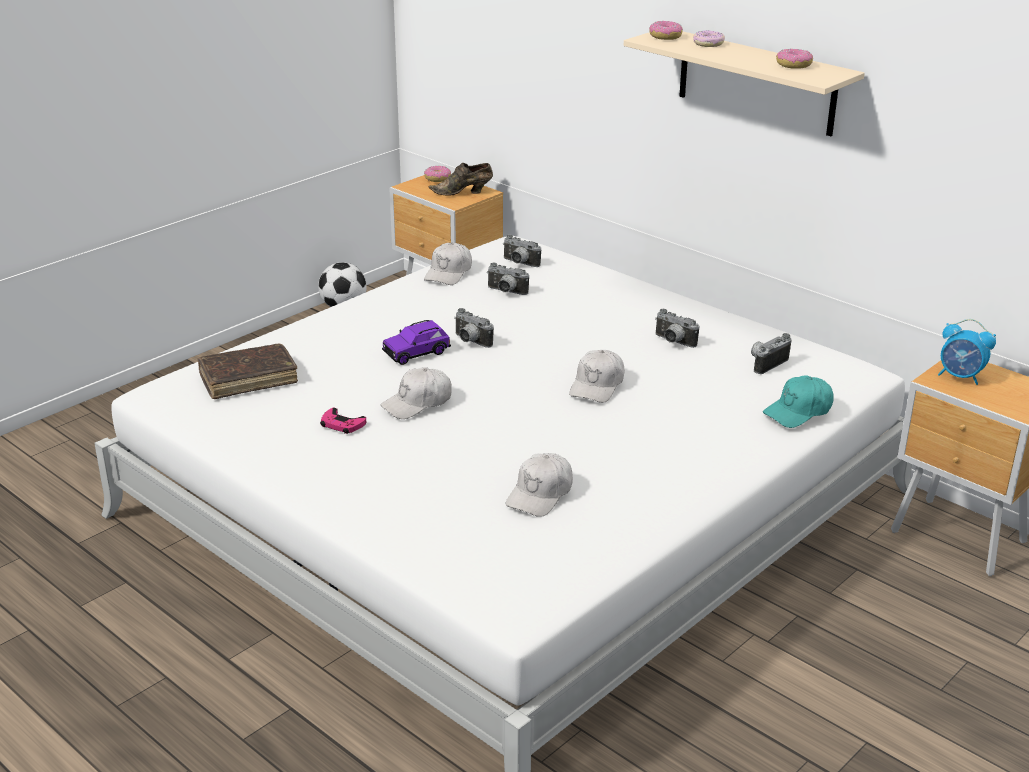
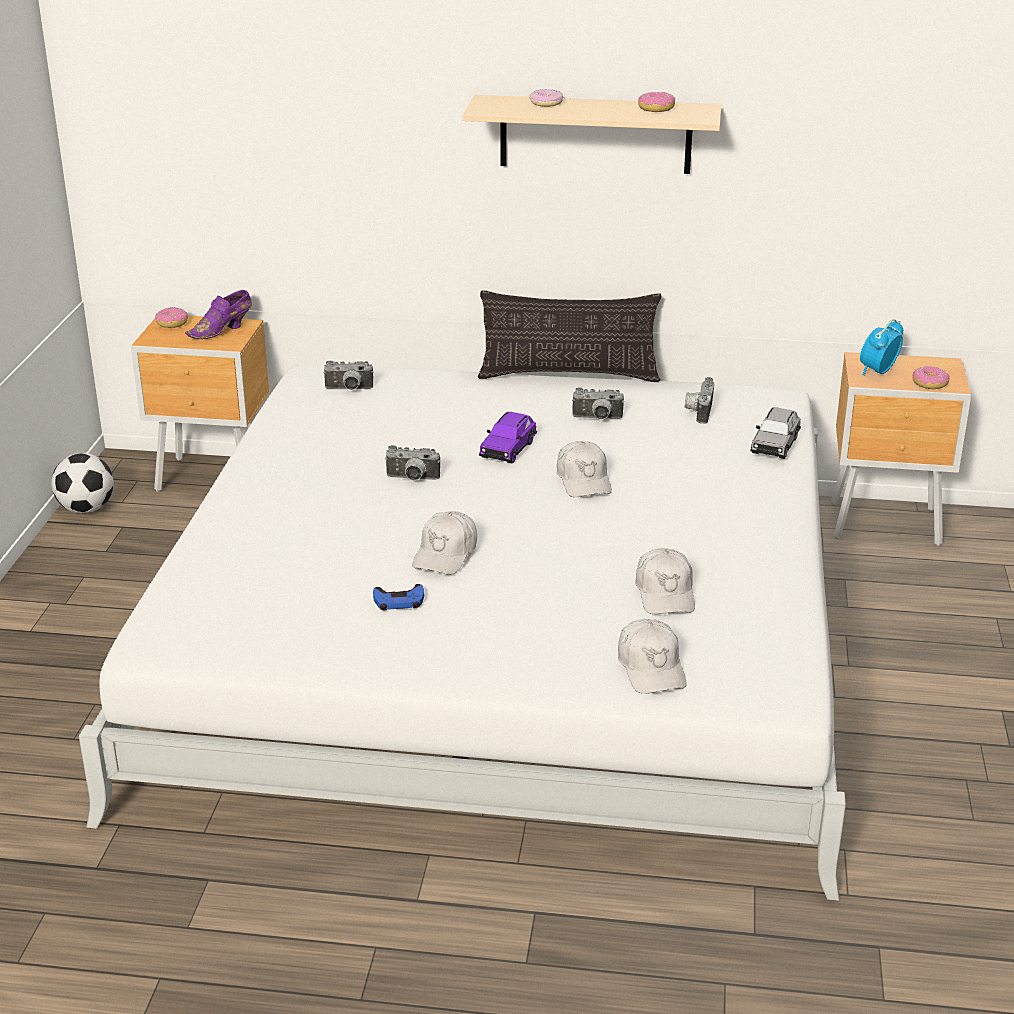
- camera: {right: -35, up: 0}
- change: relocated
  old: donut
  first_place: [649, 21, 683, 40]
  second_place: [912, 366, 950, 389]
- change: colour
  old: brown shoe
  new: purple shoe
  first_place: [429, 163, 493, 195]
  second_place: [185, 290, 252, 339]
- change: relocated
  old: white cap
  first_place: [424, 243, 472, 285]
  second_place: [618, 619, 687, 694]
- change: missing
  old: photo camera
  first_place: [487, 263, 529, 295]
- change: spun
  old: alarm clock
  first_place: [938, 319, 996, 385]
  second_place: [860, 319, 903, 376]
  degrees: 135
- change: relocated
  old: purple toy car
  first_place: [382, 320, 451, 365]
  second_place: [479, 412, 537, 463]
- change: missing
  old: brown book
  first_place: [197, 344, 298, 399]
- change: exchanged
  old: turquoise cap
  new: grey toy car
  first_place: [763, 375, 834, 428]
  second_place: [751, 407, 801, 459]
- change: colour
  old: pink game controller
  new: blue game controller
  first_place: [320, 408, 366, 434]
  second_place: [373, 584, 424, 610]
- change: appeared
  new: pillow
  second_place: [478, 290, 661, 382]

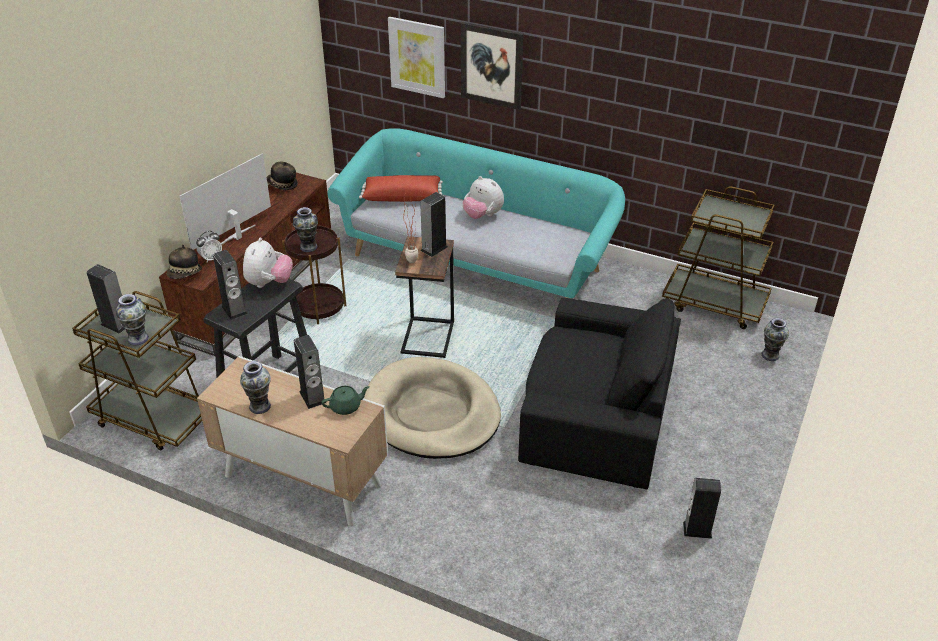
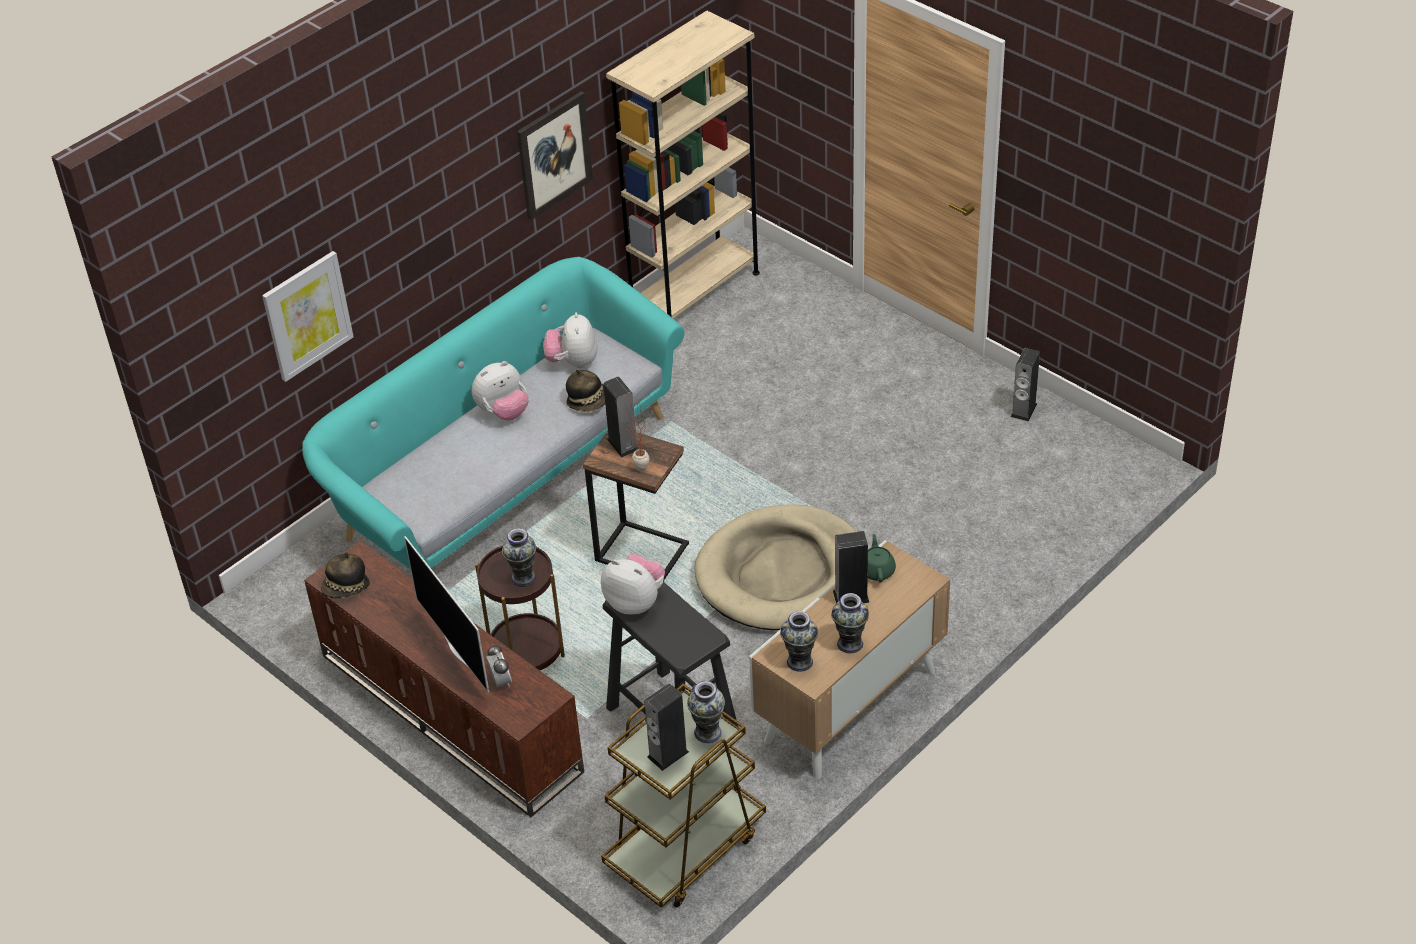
- camera: {right: -70, up: 5}
- change: relocated
  old: picture
  first_place: [461, 22, 524, 110]
  second_place: [517, 91, 593, 220]
- change: missing
  old: red pillow
  first_place: [359, 175, 443, 202]
- change: exchanged
  old: brown cart
  new: beige bookcase
  first_place: [662, 186, 775, 329]
  second_place: [606, 11, 760, 319]
- change: relocated
  old: hat
  first_place: [167, 244, 202, 279]
  second_place: [566, 369, 605, 412]
- change: missing
  old: speaker
  first_place: [213, 250, 247, 320]
- change: missing
  old: black armchair
  first_place: [518, 297, 681, 489]
- change: relocated
  old: vase
  first_place: [762, 318, 789, 361]
  second_place: [780, 611, 818, 672]
- change: appeared
  new: plush toy
  second_place: [544, 312, 598, 368]

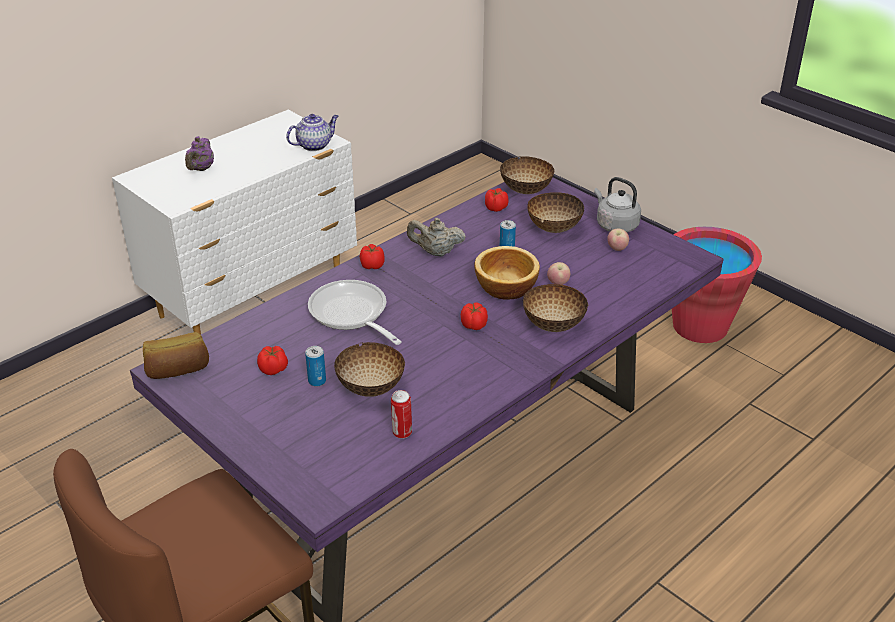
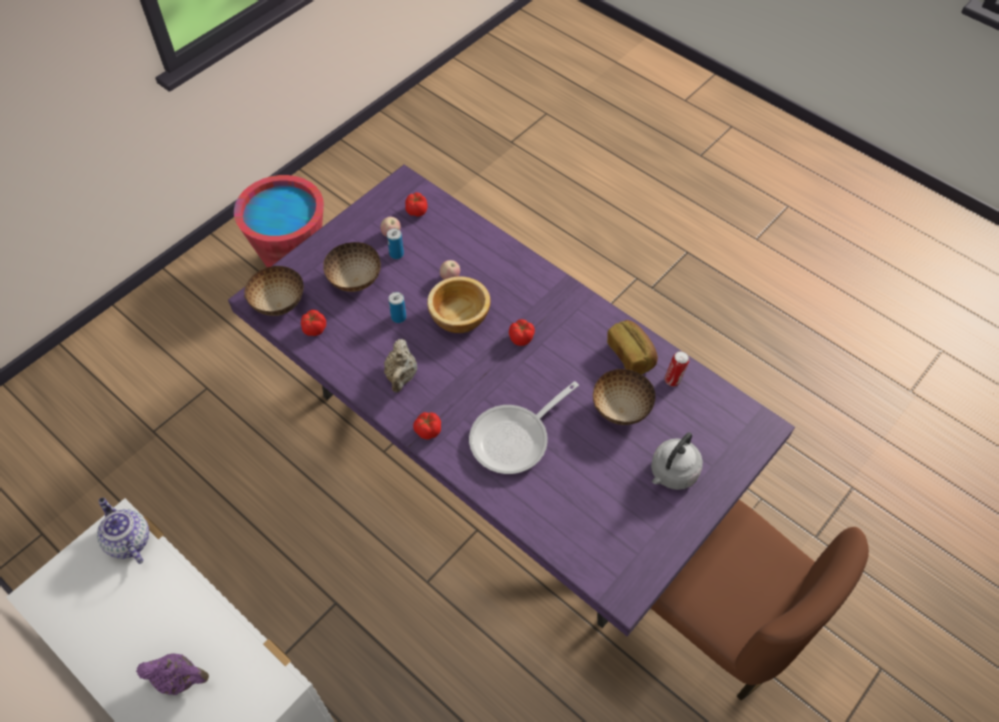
- camera: {right: -95, up: 20}
- change: relocated
  old: grey kettle
  first_place: [594, 177, 641, 233]
  second_place: [651, 432, 703, 490]
- change: missing
  old: bowl
  first_place: [523, 284, 588, 332]
- change: relocated
  old: bread
  first_place: [143, 332, 209, 379]
  second_place: [607, 320, 658, 375]
- change: relocated
  old: tomato
  first_place: [257, 346, 288, 375]
  second_place: [405, 192, 427, 216]
- change: relocated
  old: can
  first_place: [305, 346, 326, 387]
  second_place: [387, 228, 404, 259]

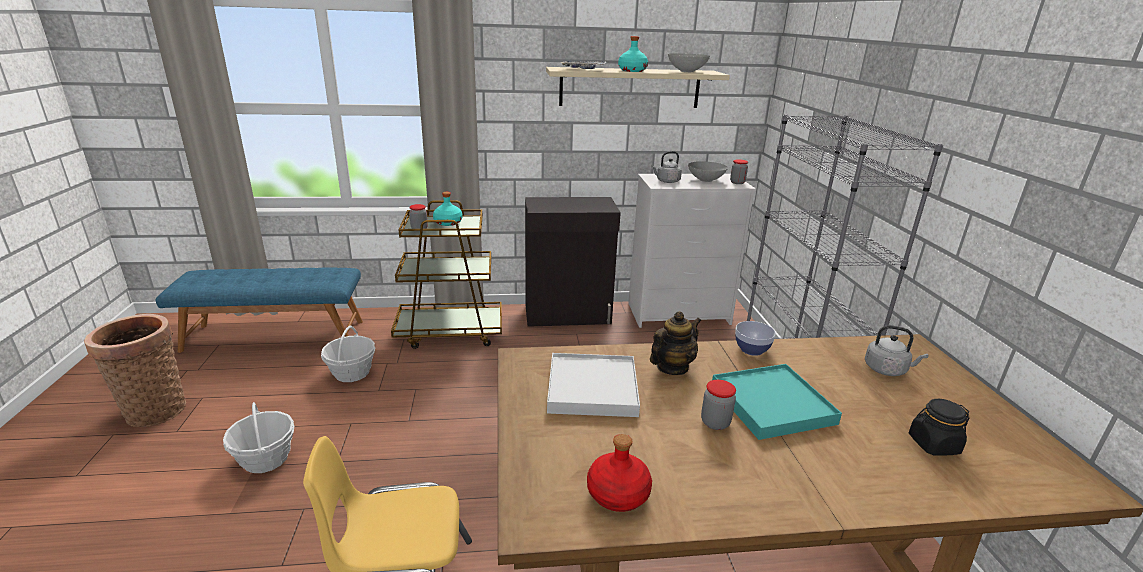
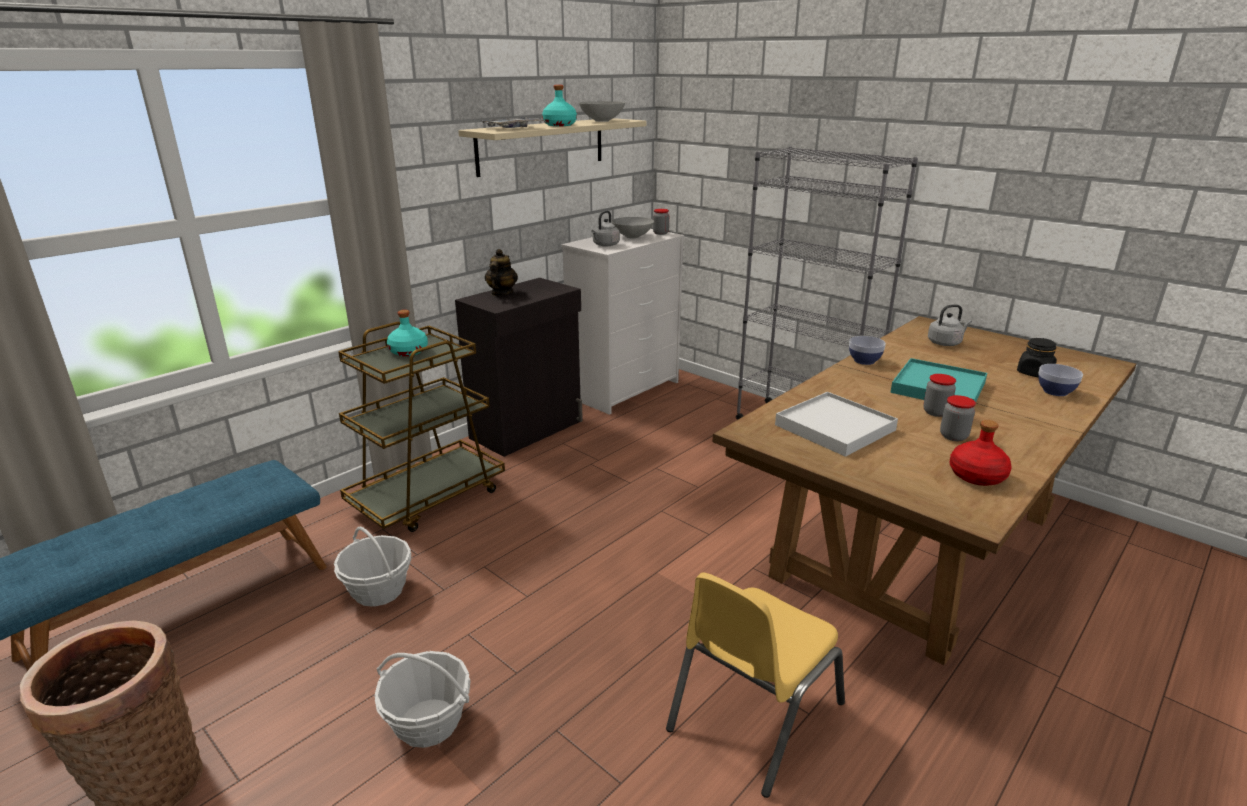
- camera: {right: -40, up: 0}
- change: relocated
  old: jar
  first_place: [409, 204, 428, 229]
  second_place: [940, 395, 976, 441]
- change: relocated
  old: teapot
  first_place: [650, 311, 701, 375]
  second_place: [485, 249, 518, 296]
- change: appeared
  new: bowl
  second_place: [1038, 364, 1083, 396]

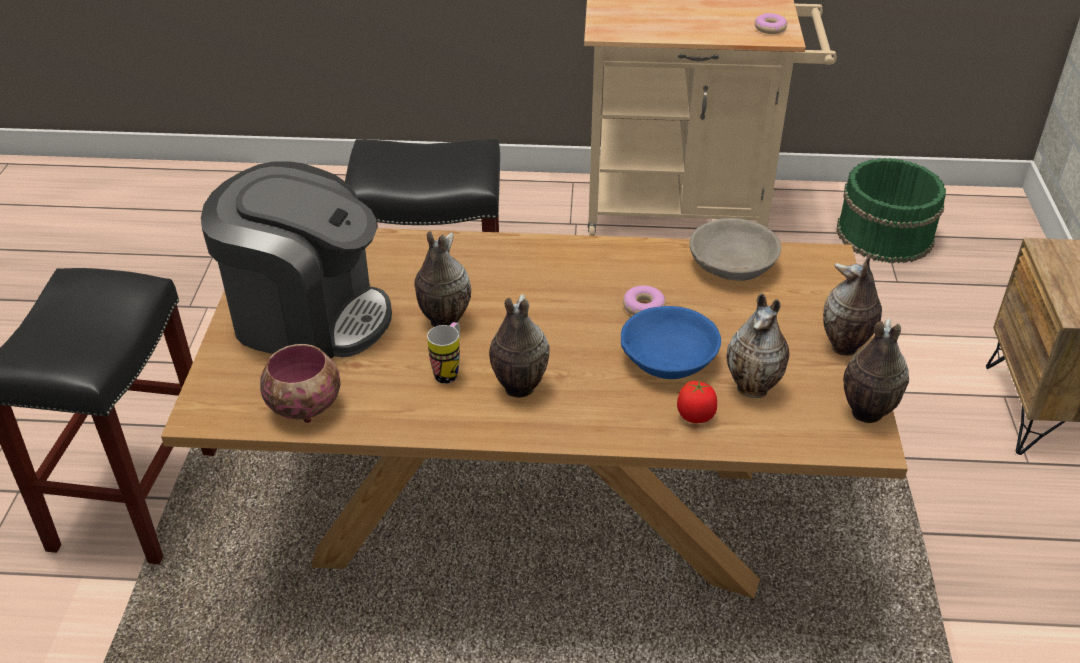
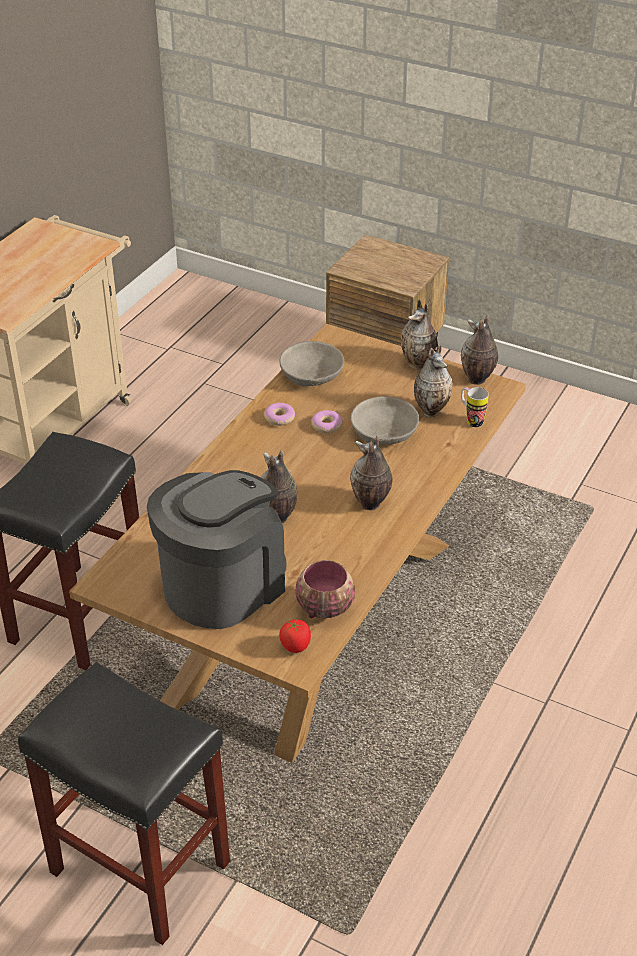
- camera: {right: -65, up: 0}
- change: relocated
  old: donut
  first_place: [755, 13, 787, 34]
  second_place: [264, 403, 295, 426]
- change: missing
  old: green bucket
  first_place: [836, 158, 946, 263]
- change: colour
  old: blue bowl
  new: grey bowl
  first_place: [621, 306, 721, 379]
  second_place: [350, 396, 419, 445]
- change: relocated
  old: mug
  first_place: [427, 322, 460, 384]
  second_place: [461, 387, 489, 427]
- change: relocated
  old: tomato
  first_place: [677, 379, 717, 423]
  second_place: [279, 619, 311, 653]

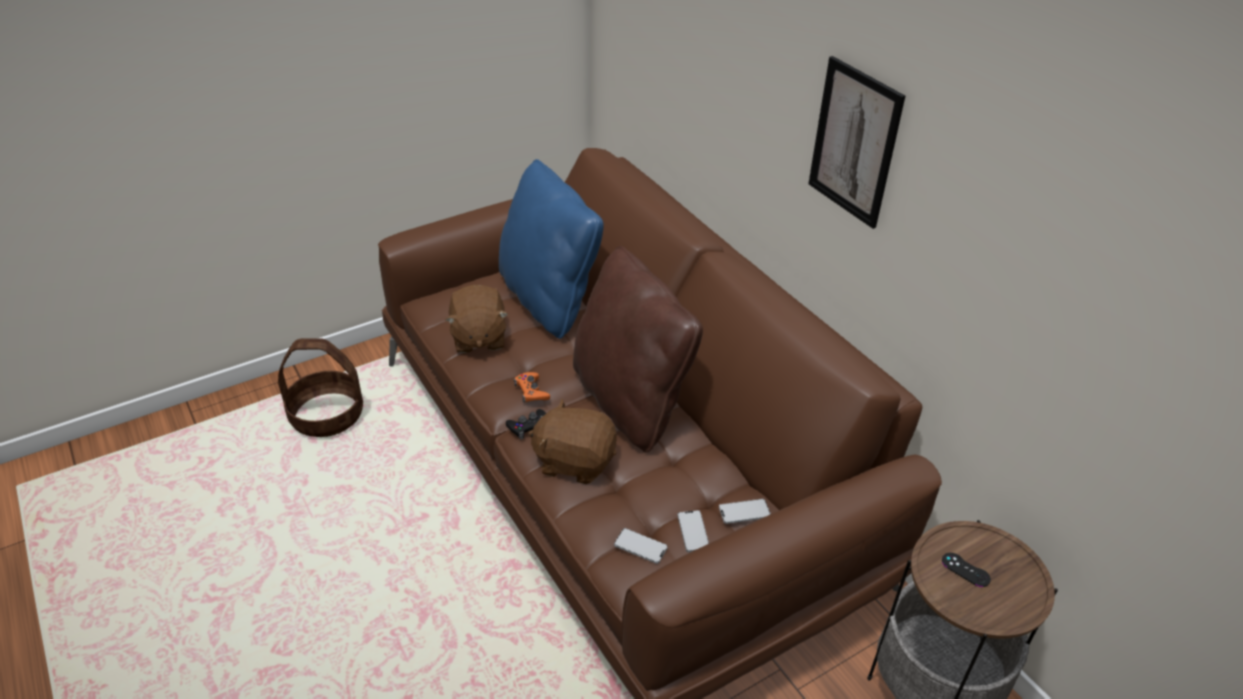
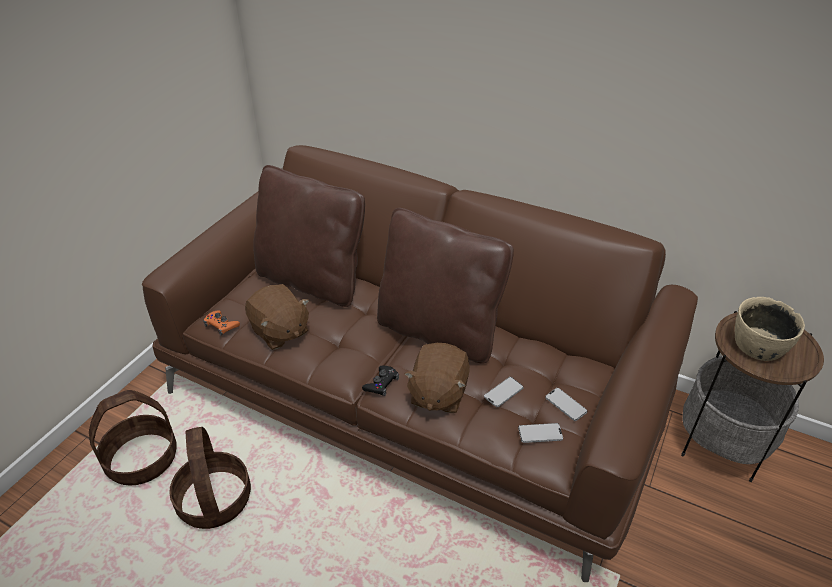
- camera: {right: -30, up: 0}
- change: missing
  old: picture
  first_place: [809, 56, 905, 229]
- change: colour
  old: blue pillow
  new: brown pillow
  first_place: [499, 159, 604, 339]
  second_place: [253, 165, 365, 307]
- change: relocated
  old: orange game controller
  first_place: [514, 372, 550, 403]
  second_place: [203, 310, 240, 335]
- change: spun
  old: brown plush toy
  first_place: [528, 399, 617, 484]
  second_place: [404, 343, 470, 413]
  degrees: -60
- change: relocated
  old: phone
  first_place: [719, 499, 771, 524]
  second_place: [484, 377, 524, 407]
- change: exchanged
  old: black game controller
  new: beige bowl
  first_place: [942, 553, 991, 587]
  second_place: [735, 297, 805, 361]
- change: appeared
  new: basket
  second_place: [169, 427, 251, 529]

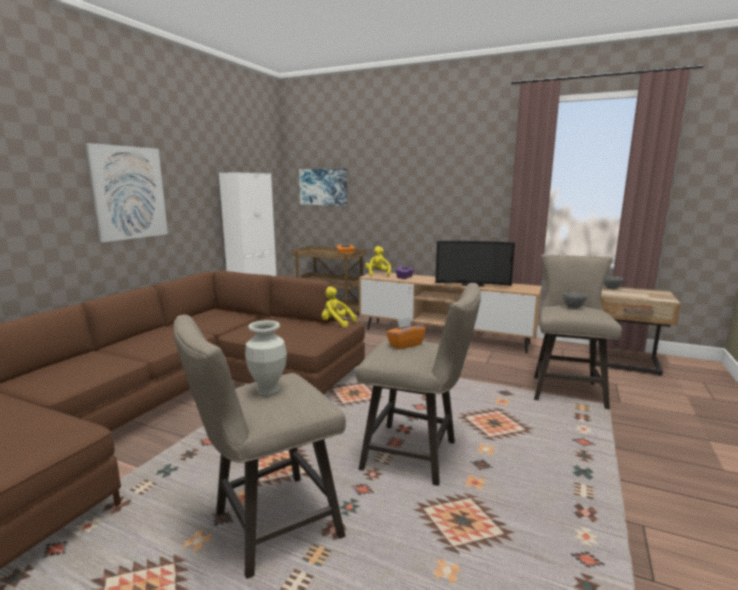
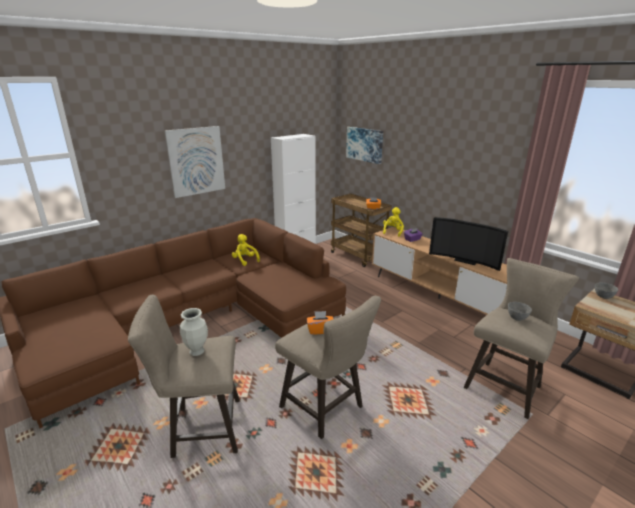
- camera: {right: 25, up: 10}
- change: relocated
  old: yellow plush toy
  first_place: [321, 286, 357, 328]
  second_place: [232, 234, 260, 266]

